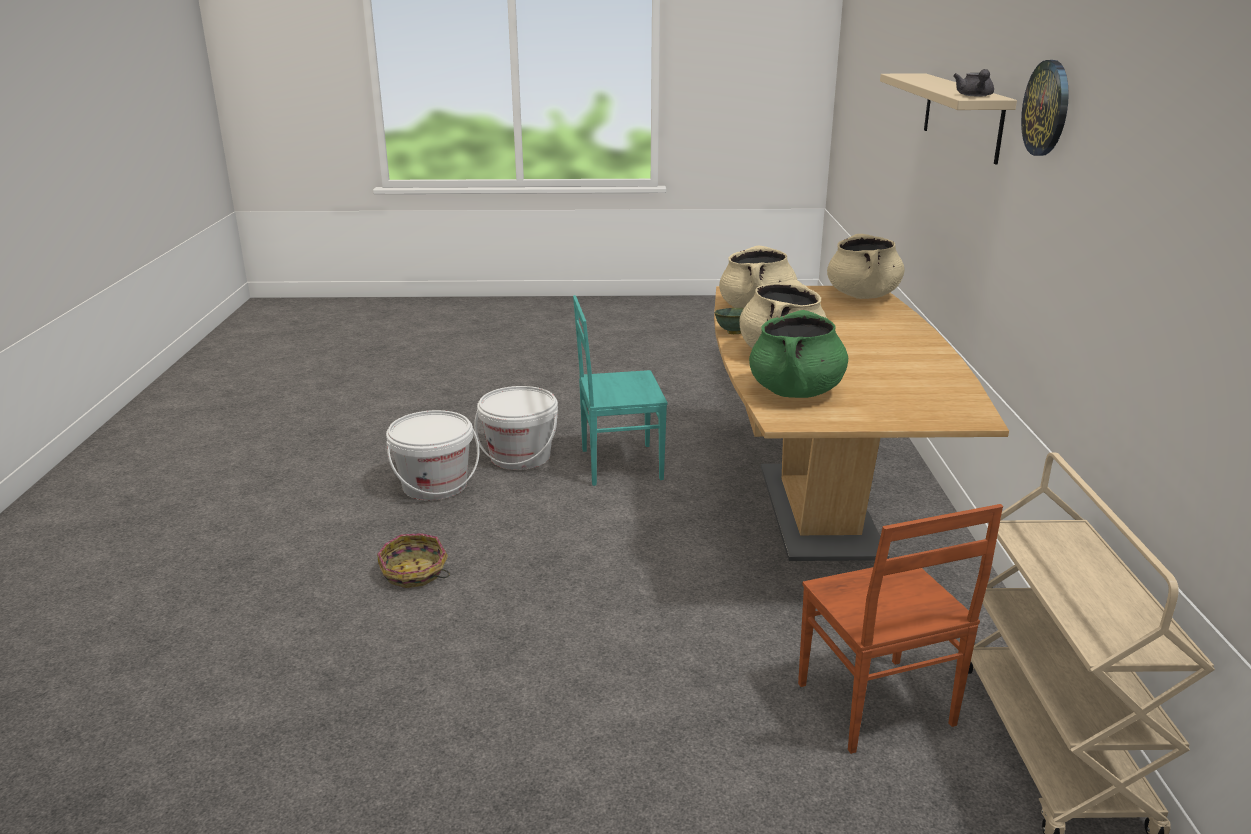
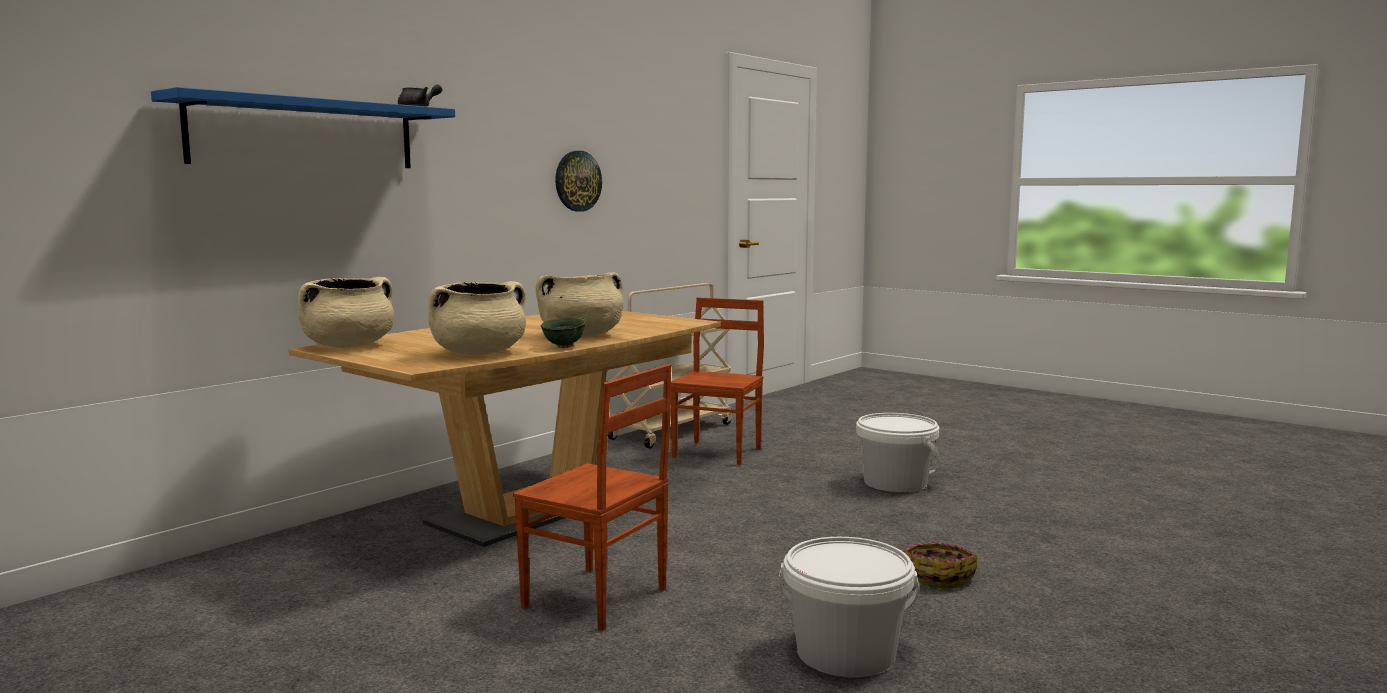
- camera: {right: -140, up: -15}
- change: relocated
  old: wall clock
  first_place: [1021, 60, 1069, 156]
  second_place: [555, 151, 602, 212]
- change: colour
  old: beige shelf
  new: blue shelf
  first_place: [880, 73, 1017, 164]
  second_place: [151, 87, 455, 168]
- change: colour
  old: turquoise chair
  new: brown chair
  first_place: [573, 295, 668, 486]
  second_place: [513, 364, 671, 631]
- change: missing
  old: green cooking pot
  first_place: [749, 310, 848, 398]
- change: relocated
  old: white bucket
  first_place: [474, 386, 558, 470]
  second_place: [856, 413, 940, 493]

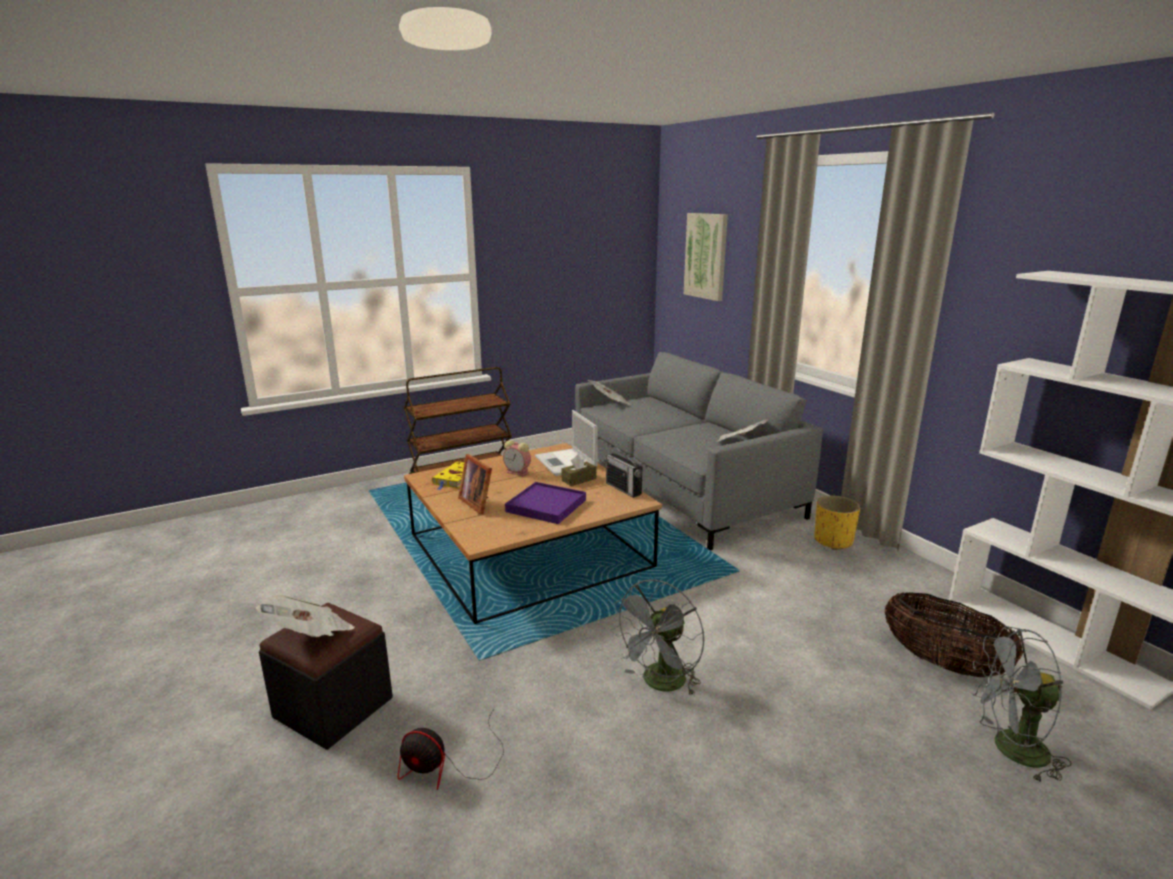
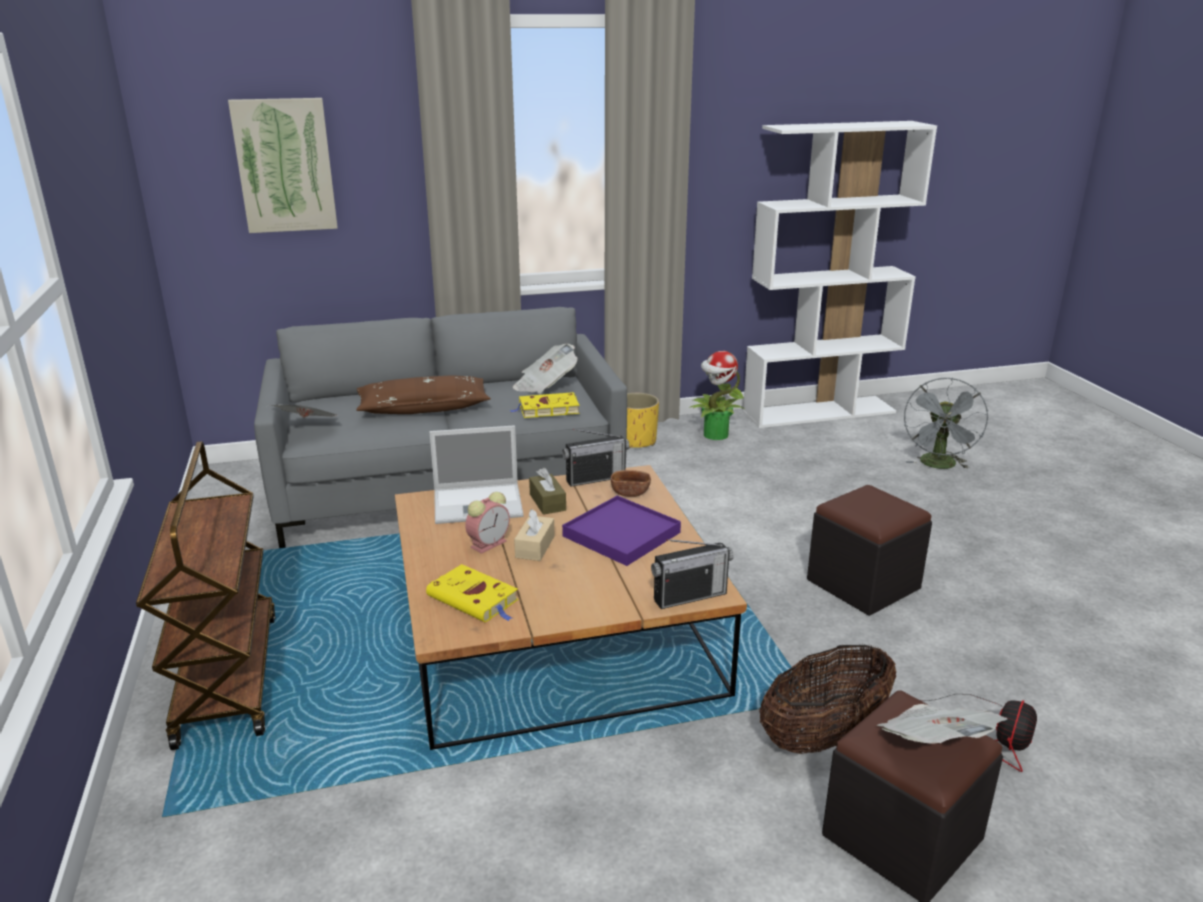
- camera: {right: -75, up: 5}
- change: missing
  old: picture frame
  first_place: [458, 454, 492, 514]
- change: exchanged
  old: grey fan
  new: black ottoman
  first_place: [610, 579, 704, 697]
  second_place: [807, 485, 932, 616]
- change: relocated
  old: basket
  first_place: [885, 592, 1023, 677]
  second_place: [759, 644, 896, 754]
- change: appeared
  new: potted plant
  second_place: [689, 351, 745, 440]
- change: appeared
  new: brown pillow
  second_place: [356, 376, 491, 414]
- change: appeared
  new: yellow book
  second_place: [510, 392, 580, 418]
- change: appeared
  new: brown bowl
  second_place: [611, 470, 651, 497]
- change: appeared
  new: beige tissue box
  second_place: [514, 509, 554, 561]
- change: appeared
  new: radio
  second_place: [651, 539, 734, 609]

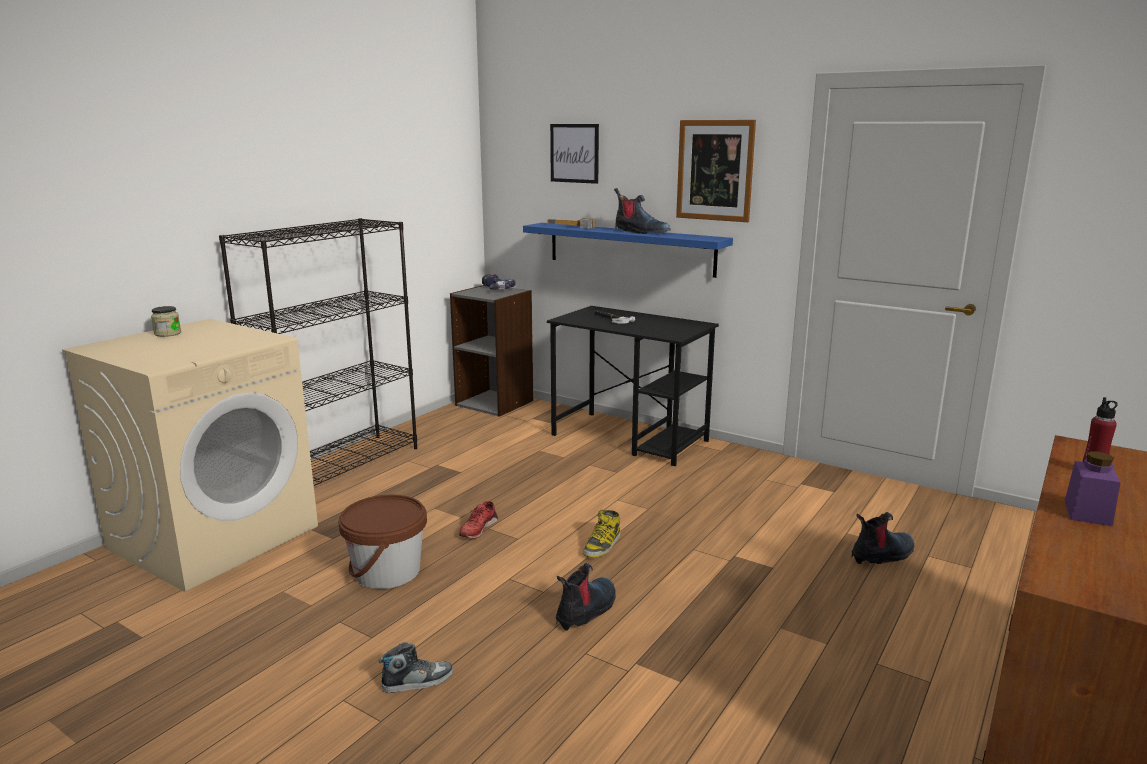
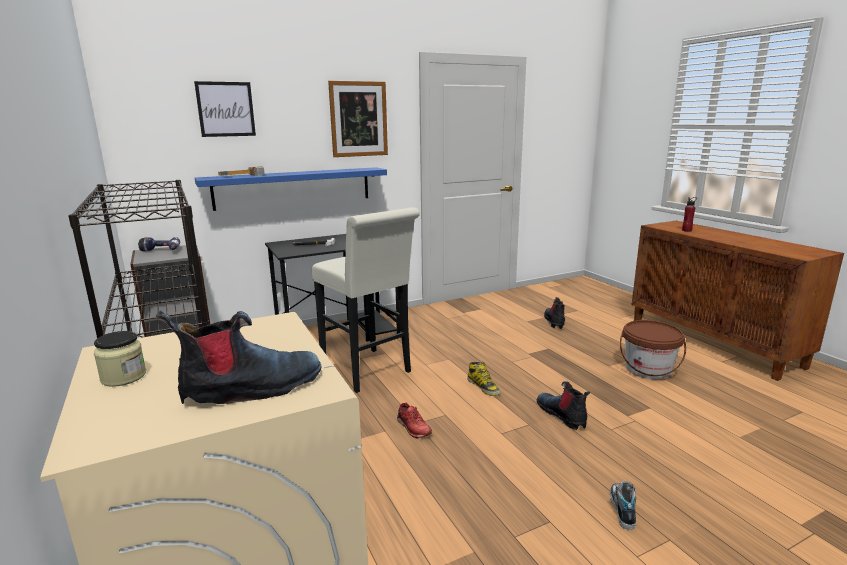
- camera: {right: -60, up: 0}
- change: relocated
  old: boot
  first_place: [614, 188, 671, 234]
  second_place: [156, 310, 321, 404]
- change: missing
  old: purple jar
  first_place: [1065, 451, 1121, 527]
- change: relocated
  old: brown bucket
  first_place: [338, 495, 427, 589]
  second_place: [620, 320, 686, 380]
- change: appeared
  new: white stool
  second_place: [312, 207, 420, 393]

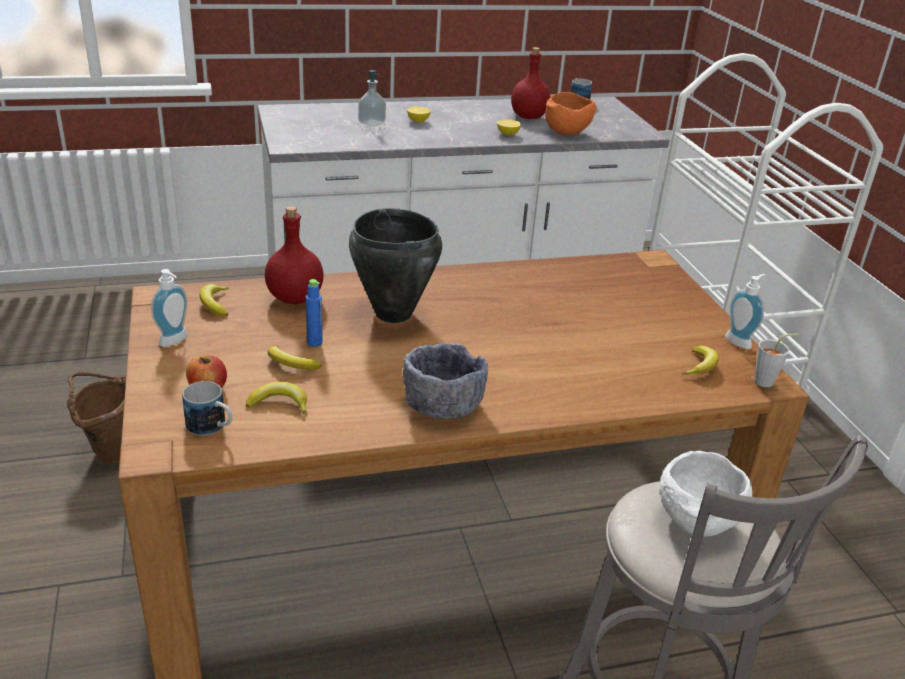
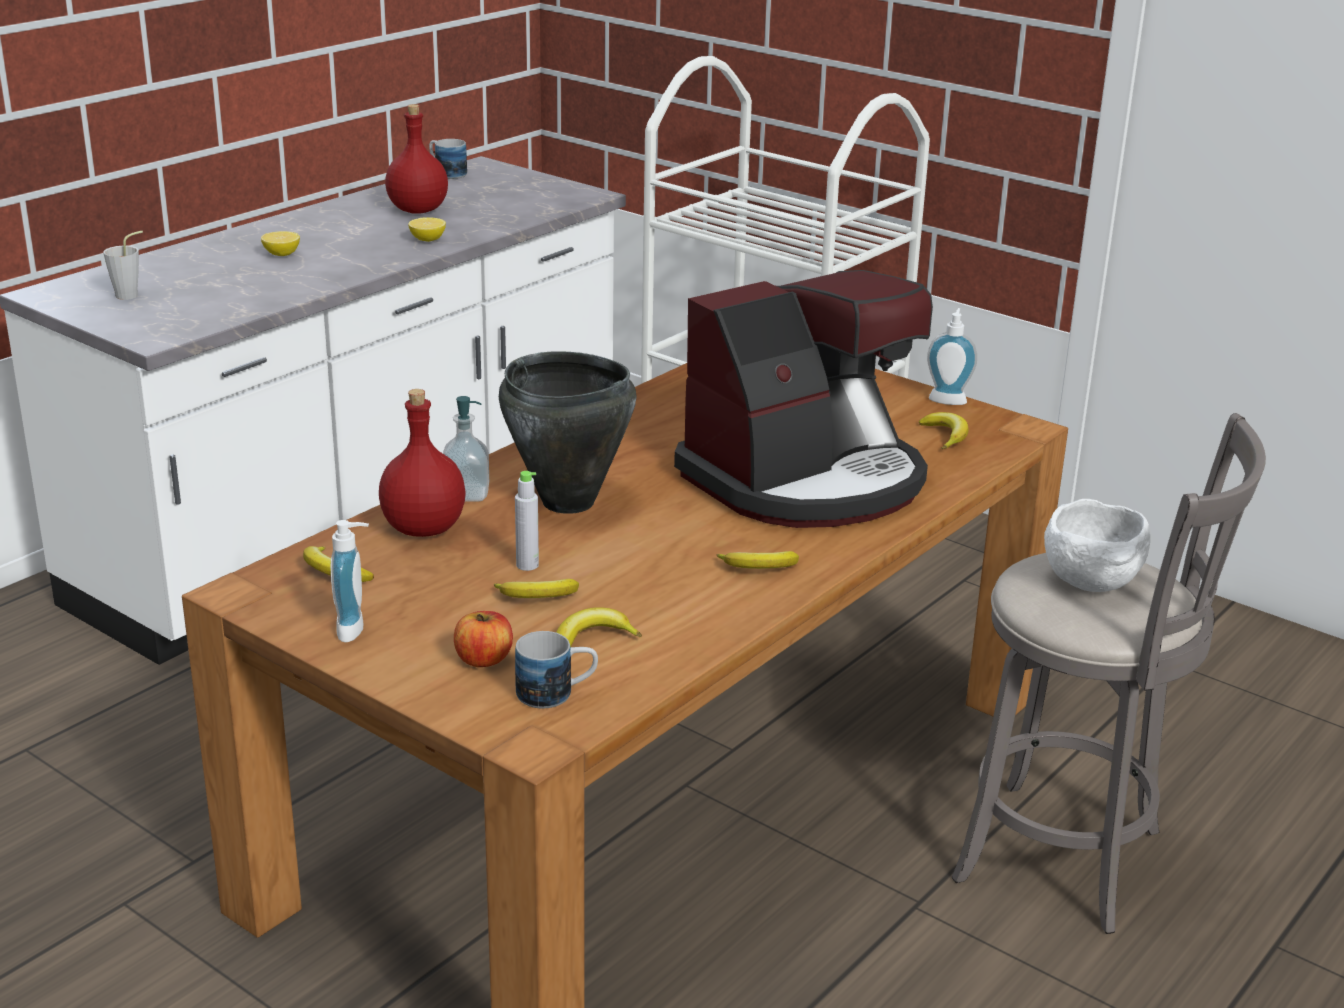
- camera: {right: -35, up: -5}
- change: relocated
  old: soap dispenser
  first_place: [358, 70, 386, 126]
  second_place: [443, 396, 489, 502]
- change: missing
  old: orange bowl
  first_place: [545, 92, 597, 135]
- change: colour
  old: blue bottle
  new: grey bottle
  first_place: [306, 279, 323, 347]
  second_place: [515, 471, 539, 571]
- change: relocated
  old: grey cup
  first_place: [754, 334, 799, 387]
  second_place: [103, 231, 143, 300]
- change: exchanged
  old: grey bowl
  new: banana
  first_place: [403, 343, 488, 419]
  second_place: [716, 551, 799, 569]
- change: missing
  old: brown bucket
  first_place: [67, 372, 126, 464]
- change: appeared
  new: coffee machine
  second_place: [674, 270, 933, 528]

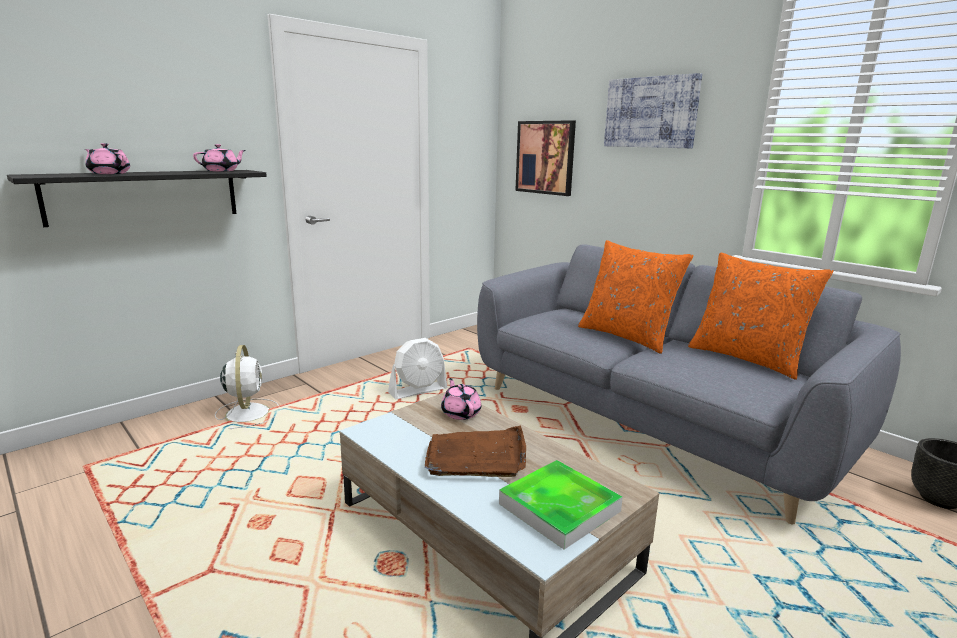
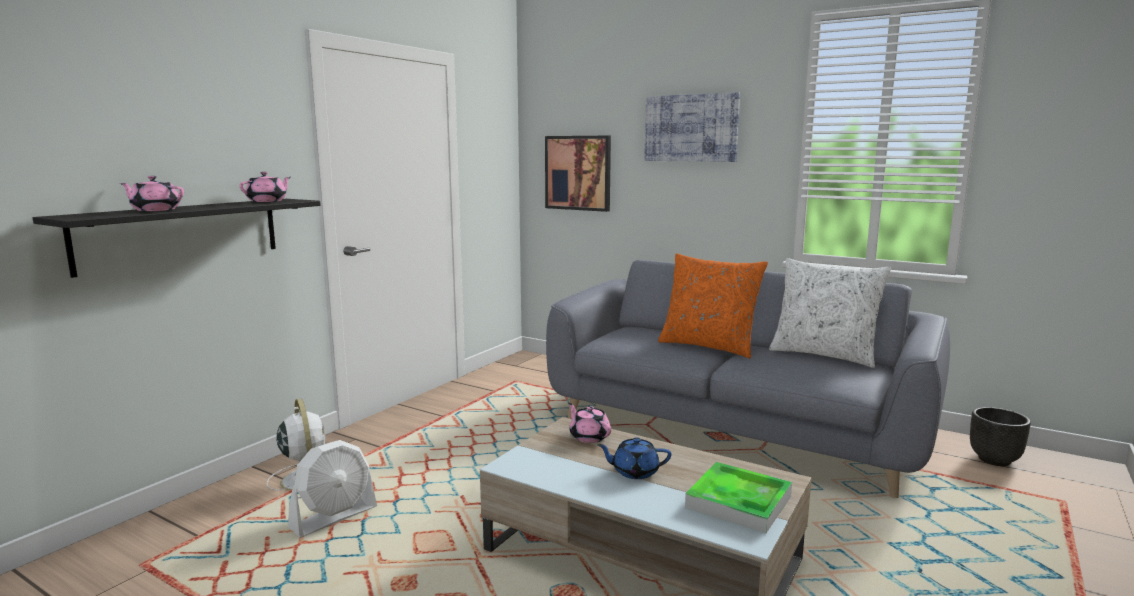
- camera: {right: -15, up: -5}
- change: colour
  old: orange pillow
  new: white pillow
  first_place: [688, 253, 833, 380]
  second_place: [769, 258, 891, 368]
- change: relocated
  old: white fan
  first_place: [388, 338, 448, 399]
  second_place: [288, 440, 377, 538]
- change: exchanged
  old: brown tray
  new: blue teapot
  first_place: [425, 426, 526, 477]
  second_place: [597, 437, 671, 479]

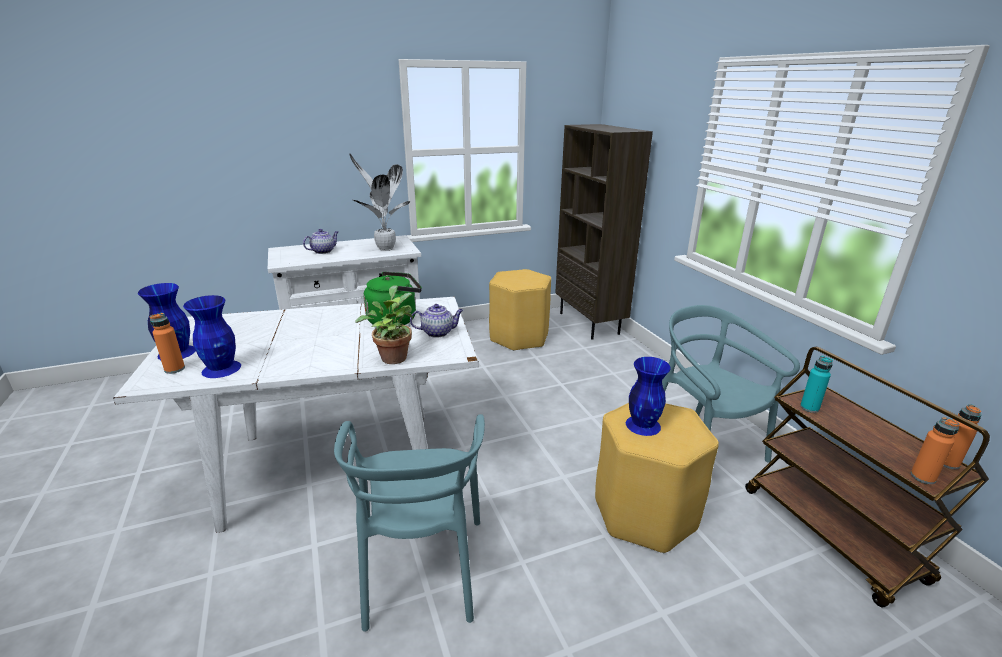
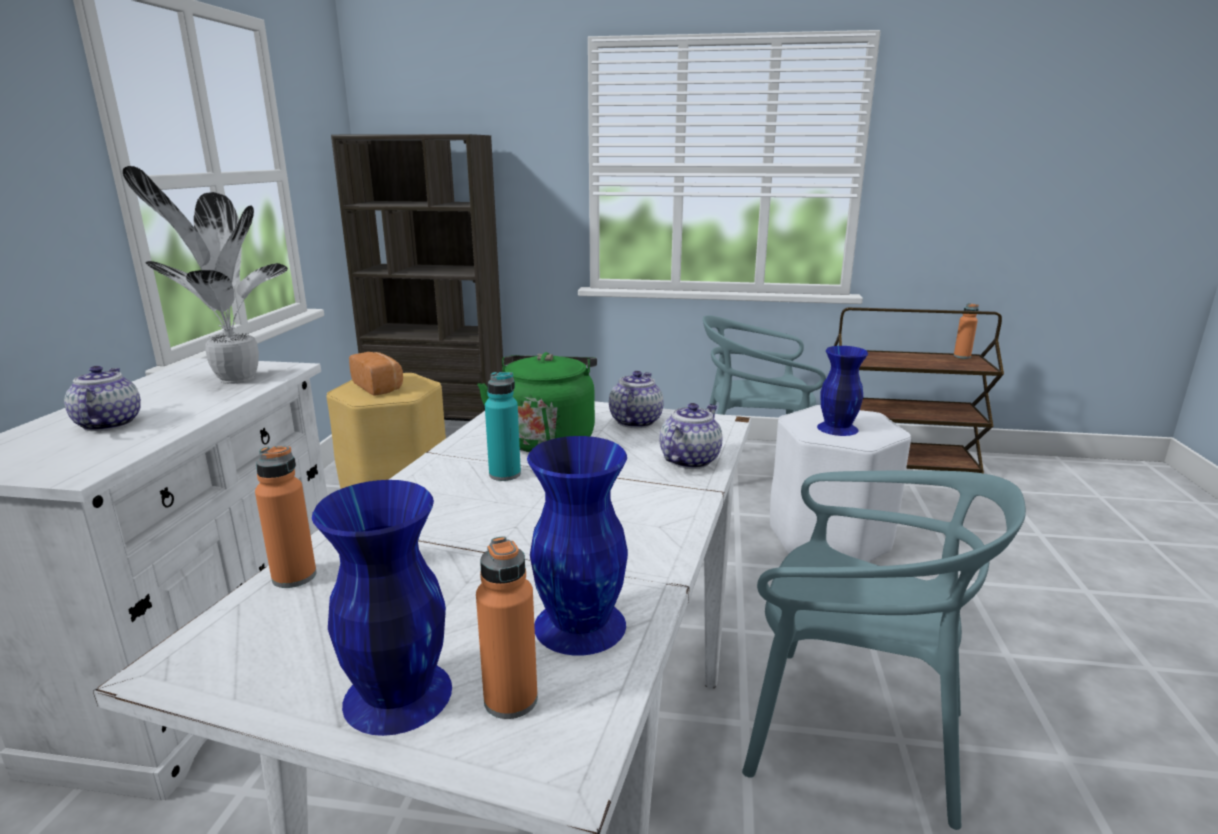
- camera: {right: -60, up: -5}
- change: exchanged
  old: potted plant
  new: teapot
  first_place: [355, 285, 414, 364]
  second_place: [659, 403, 723, 469]
- change: relocated
  old: turquoise bottle
  first_place: [800, 356, 833, 413]
  second_place: [485, 372, 521, 481]
- change: colour
  old: yellow stool
  new: white stool
  first_place: [595, 403, 719, 553]
  second_place: [770, 405, 911, 562]
- change: relocated
  old: orange bottle
  first_place: [911, 417, 960, 484]
  second_place: [255, 446, 317, 588]
- change: appeared
  new: bread
  second_place: [349, 352, 403, 396]

